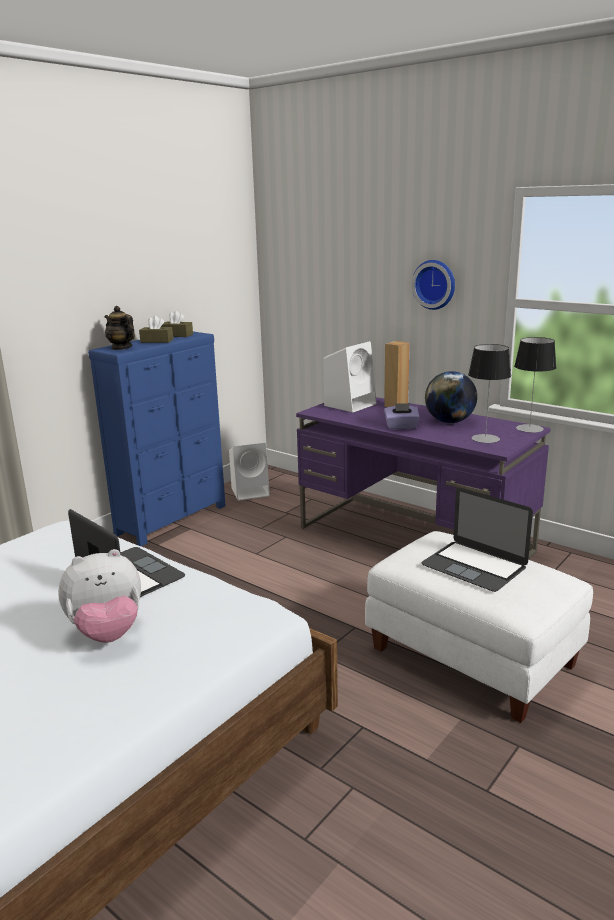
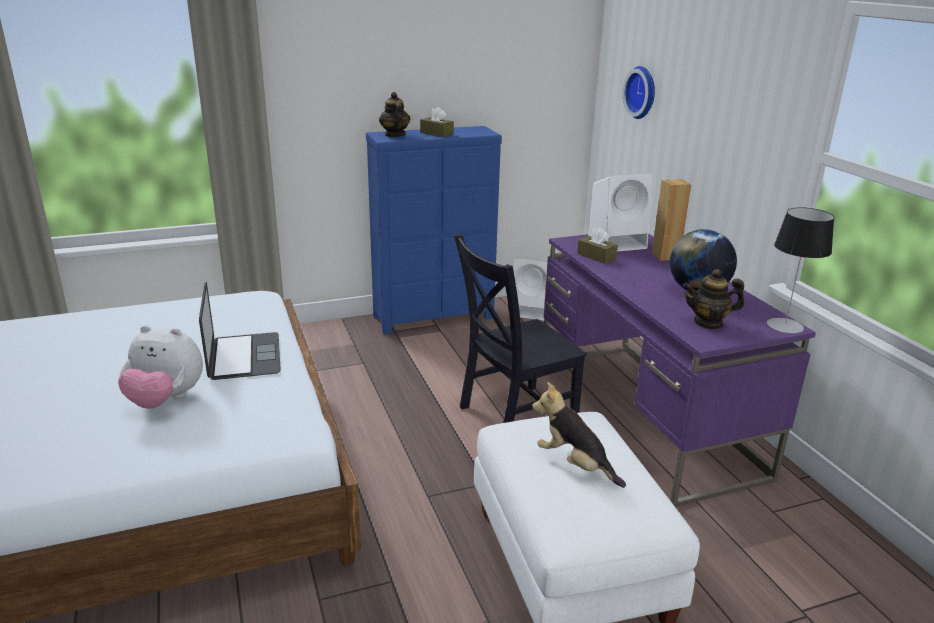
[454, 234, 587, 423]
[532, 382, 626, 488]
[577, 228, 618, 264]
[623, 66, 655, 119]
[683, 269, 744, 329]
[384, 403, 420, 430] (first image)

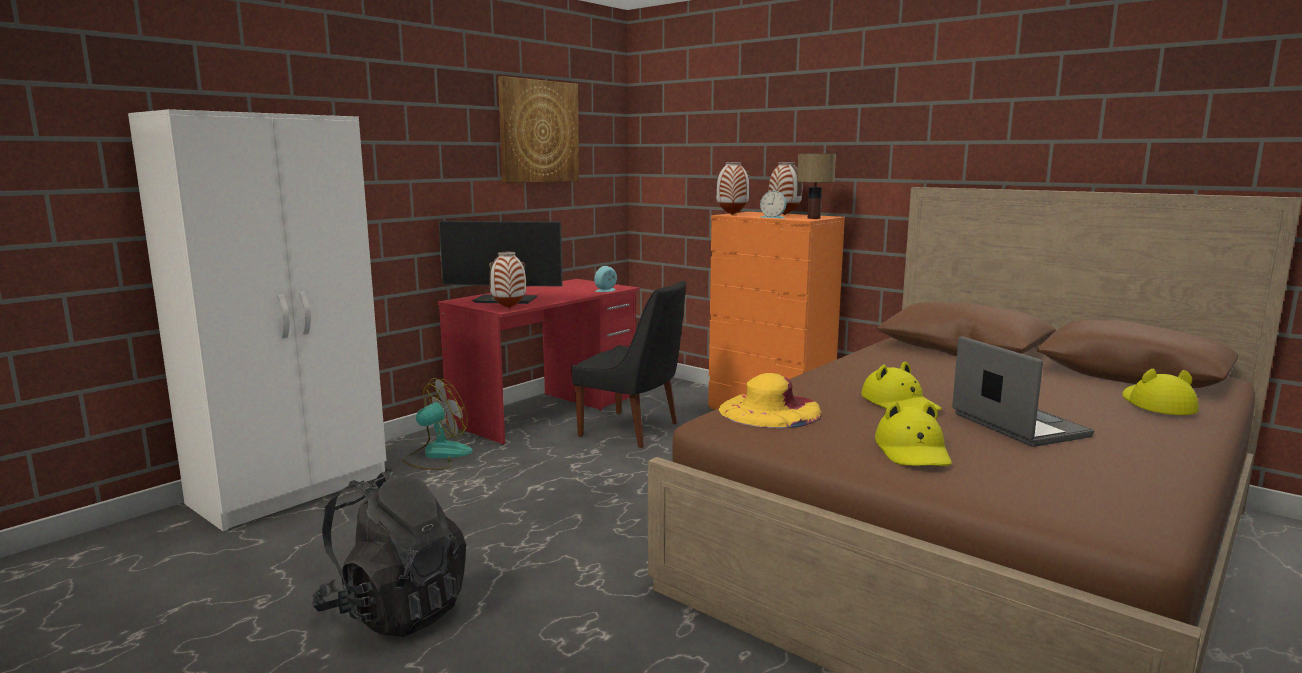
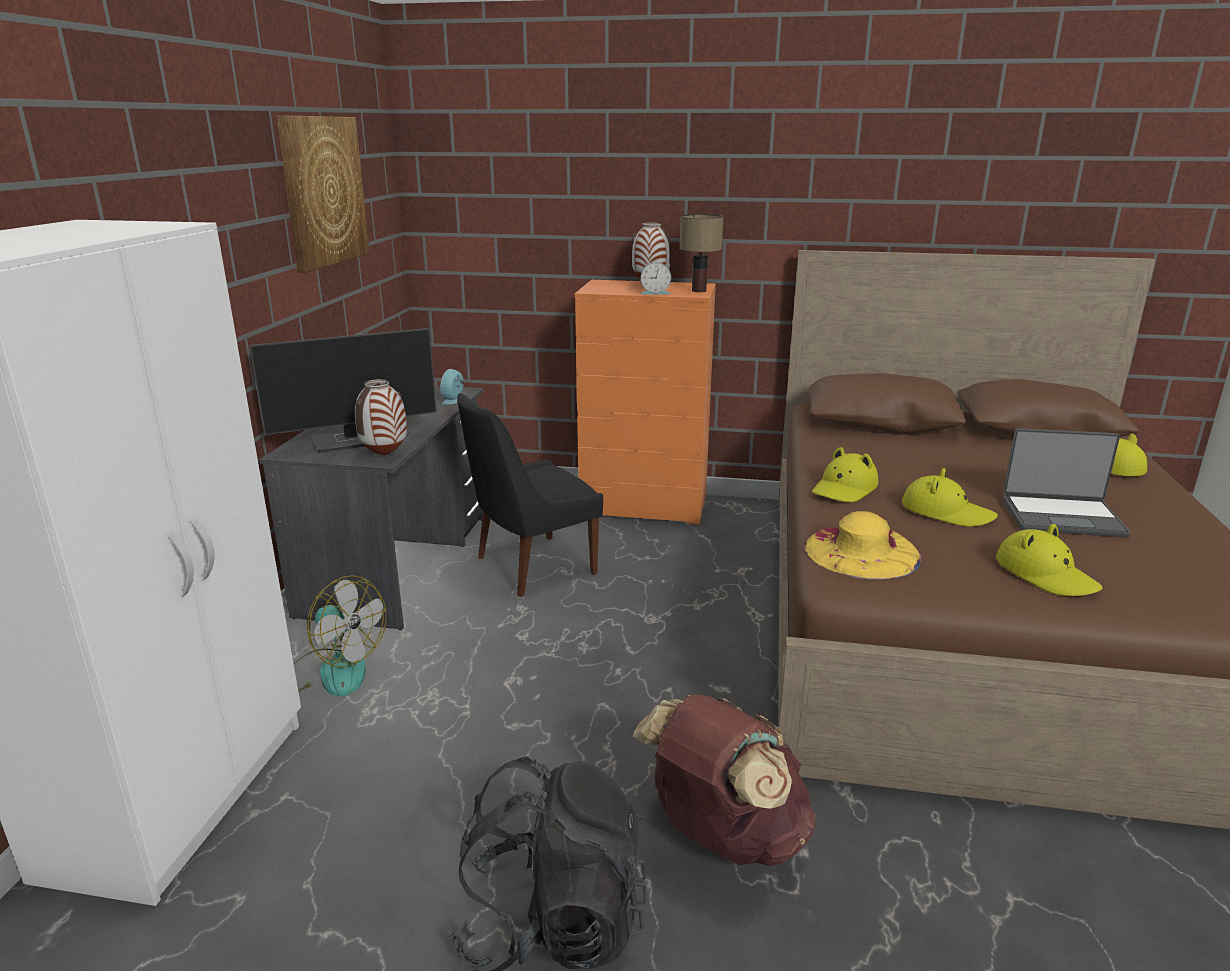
[259, 386, 484, 630]
[293, 575, 386, 696]
[457, 393, 603, 597]
[633, 694, 816, 866]
[812, 447, 878, 502]
[1003, 428, 1131, 537]
[716, 162, 750, 215] (first image)

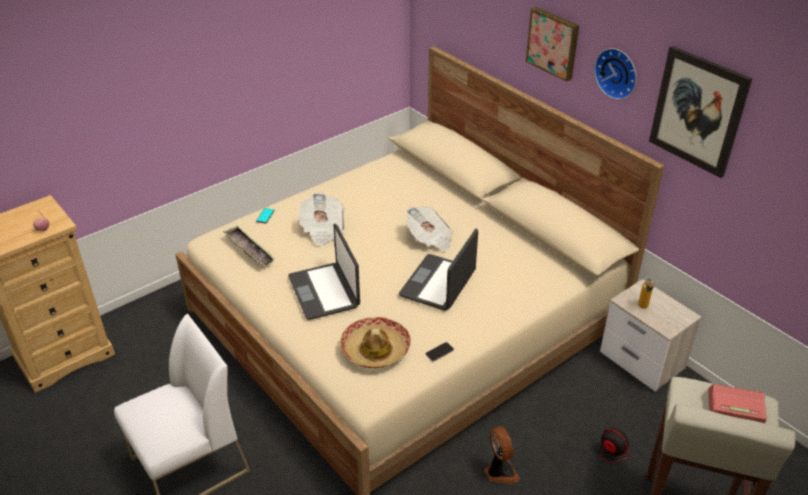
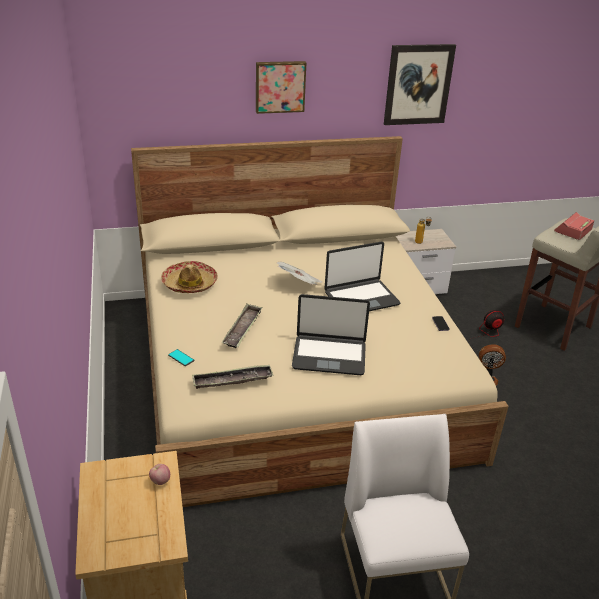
[161, 261, 218, 293]
[222, 303, 262, 348]
[324, 242, 400, 311]
[594, 48, 637, 100] (first image)

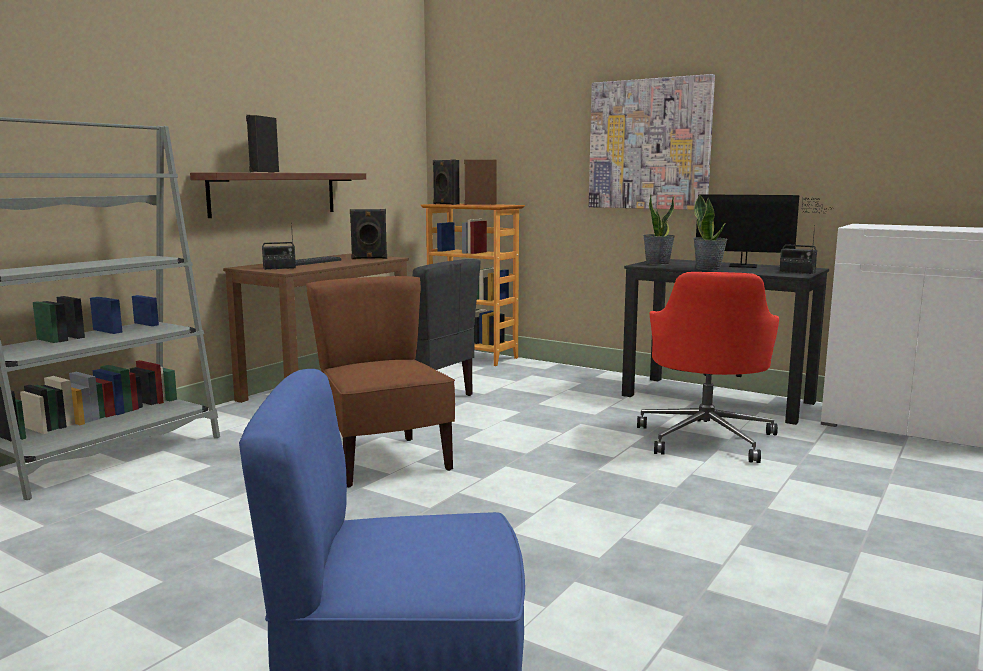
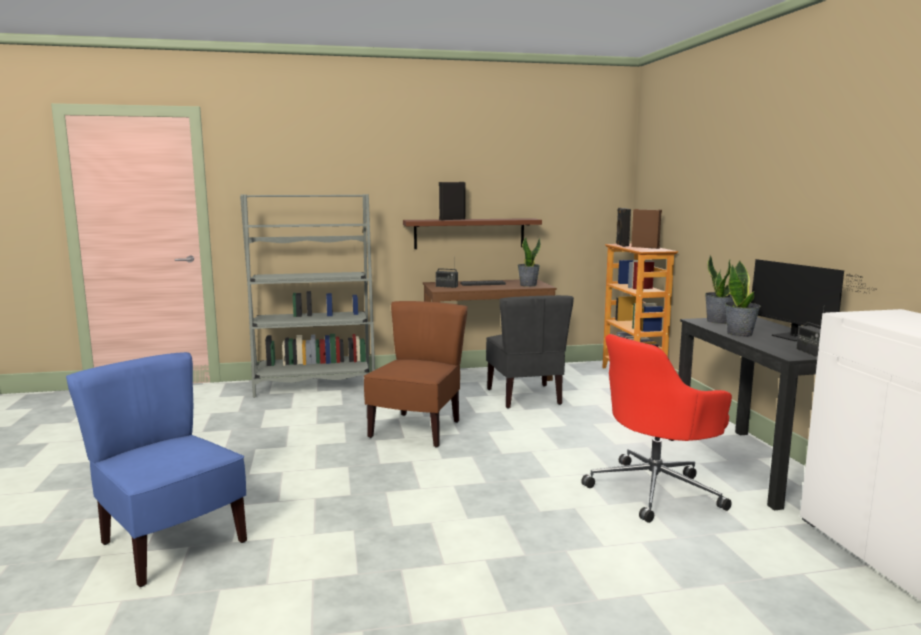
[518, 236, 541, 287]
[589, 74, 715, 210] (first image)

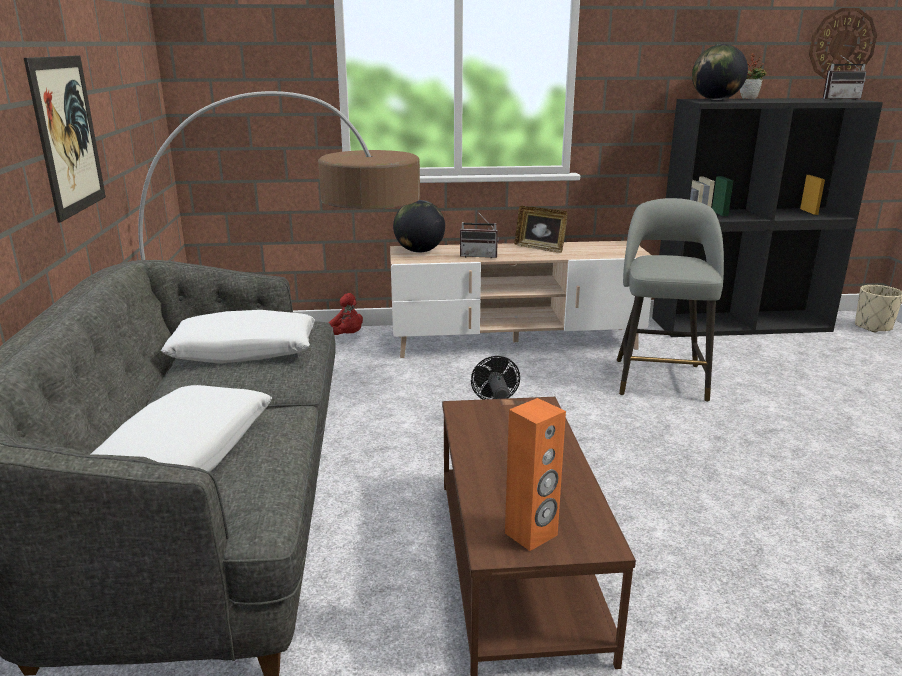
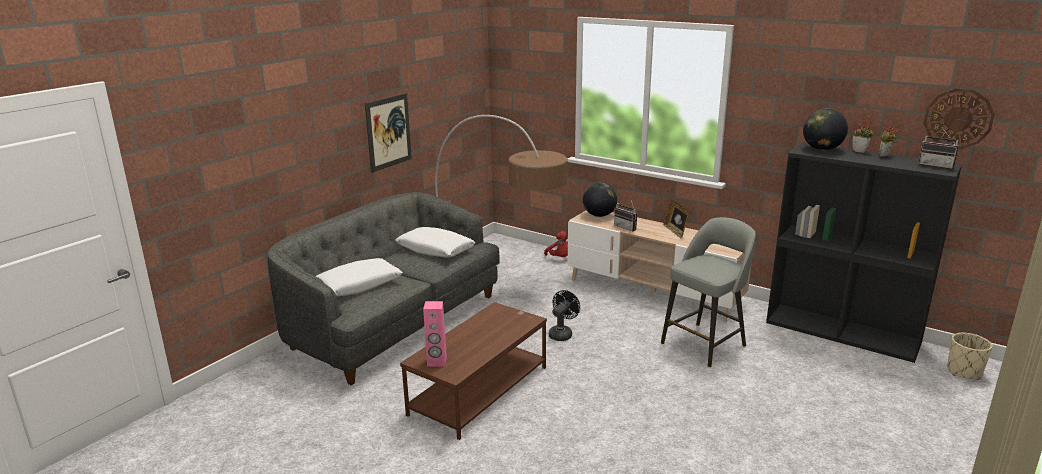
[423, 301, 447, 366]
[879, 122, 899, 156]

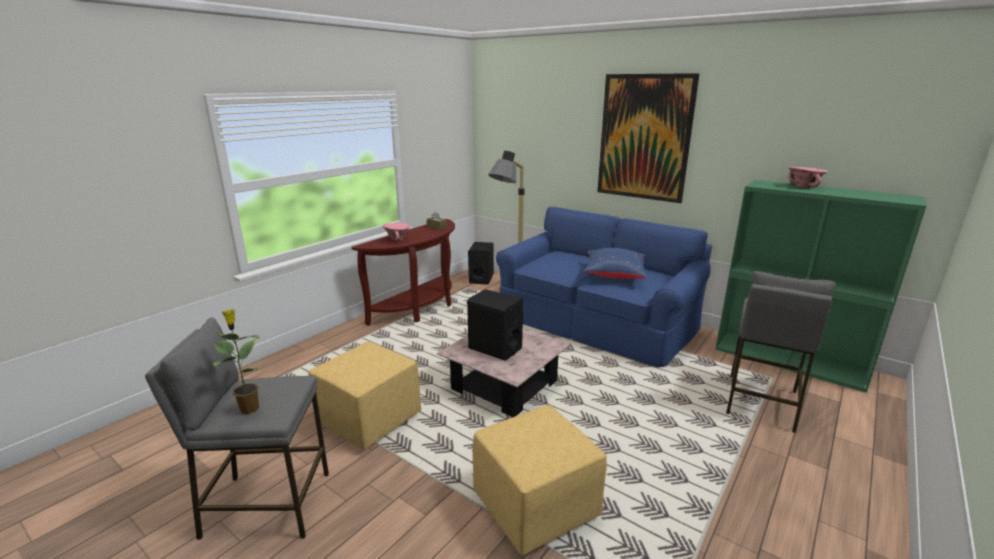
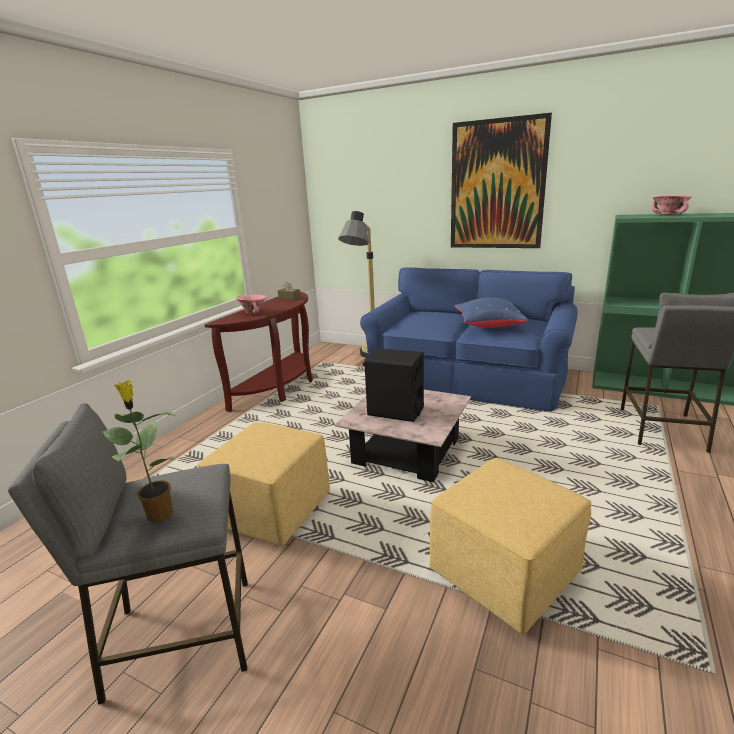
[468, 242, 494, 285] (first image)

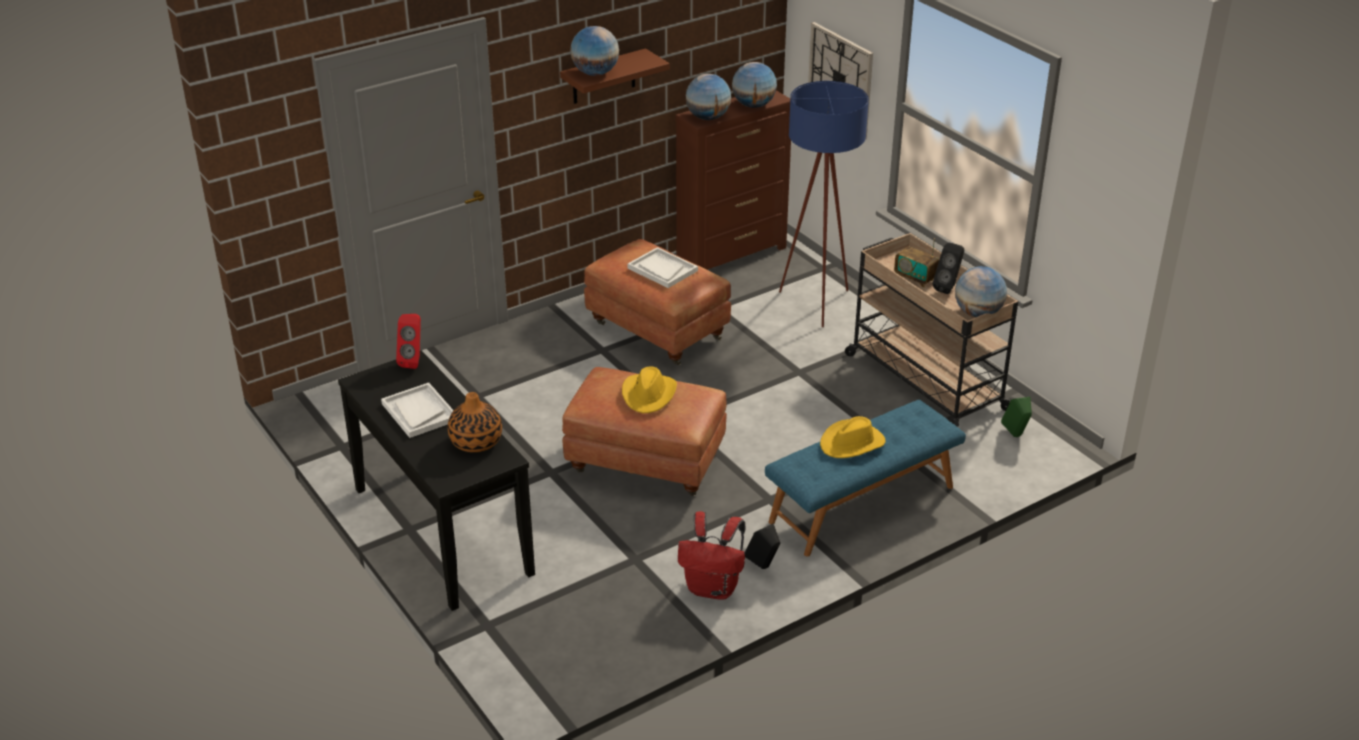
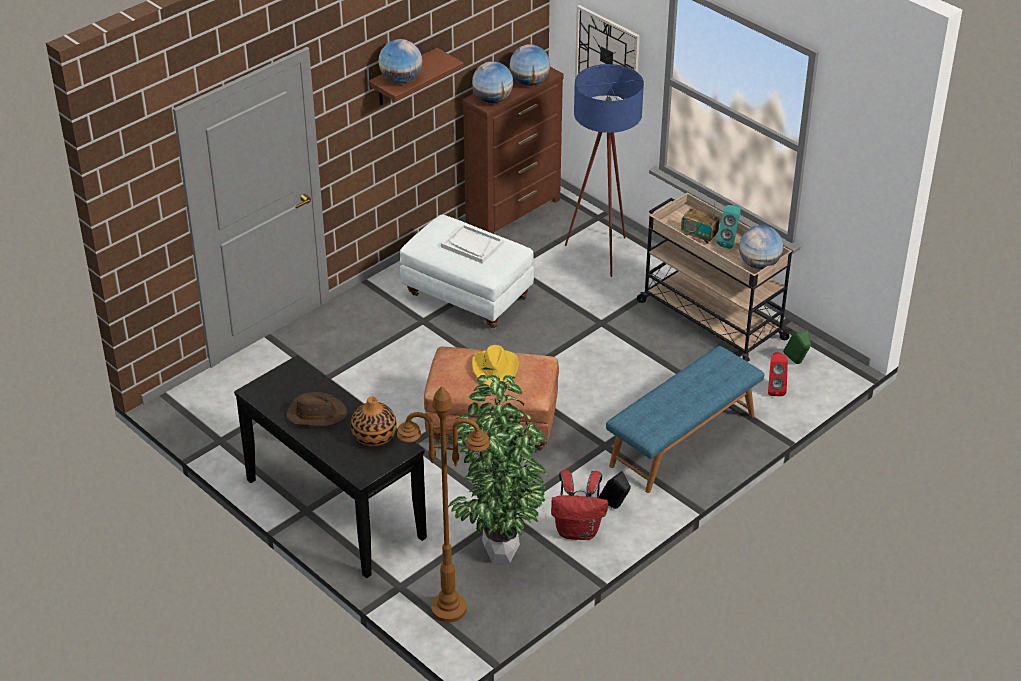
[286, 392, 347, 426]
[397, 386, 490, 623]
[400, 215, 534, 329]
[448, 367, 547, 563]
[716, 205, 741, 249]
[768, 352, 788, 396]
[820, 416, 885, 458] (first image)

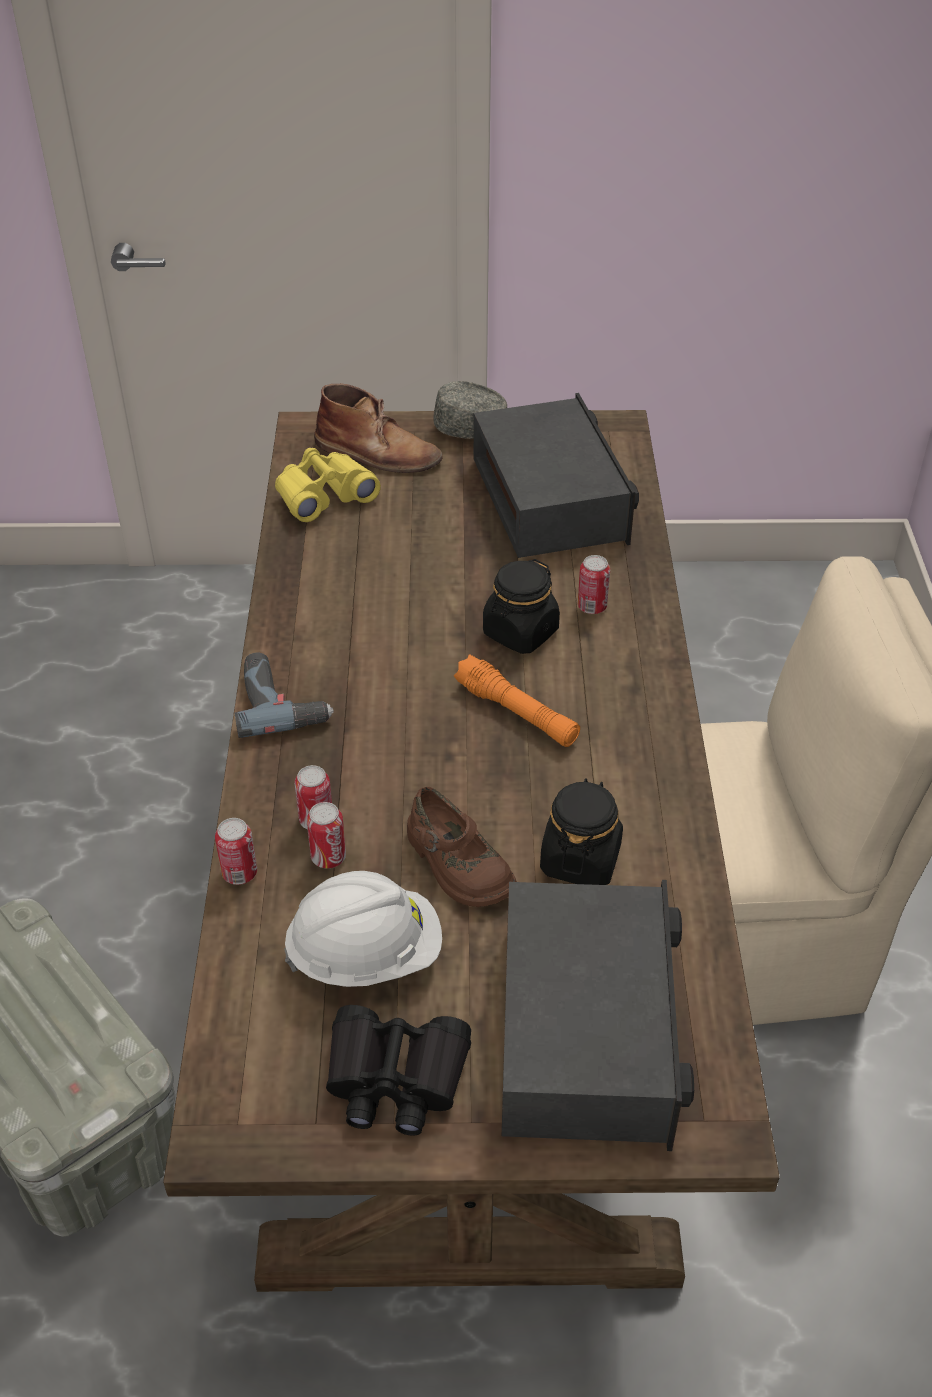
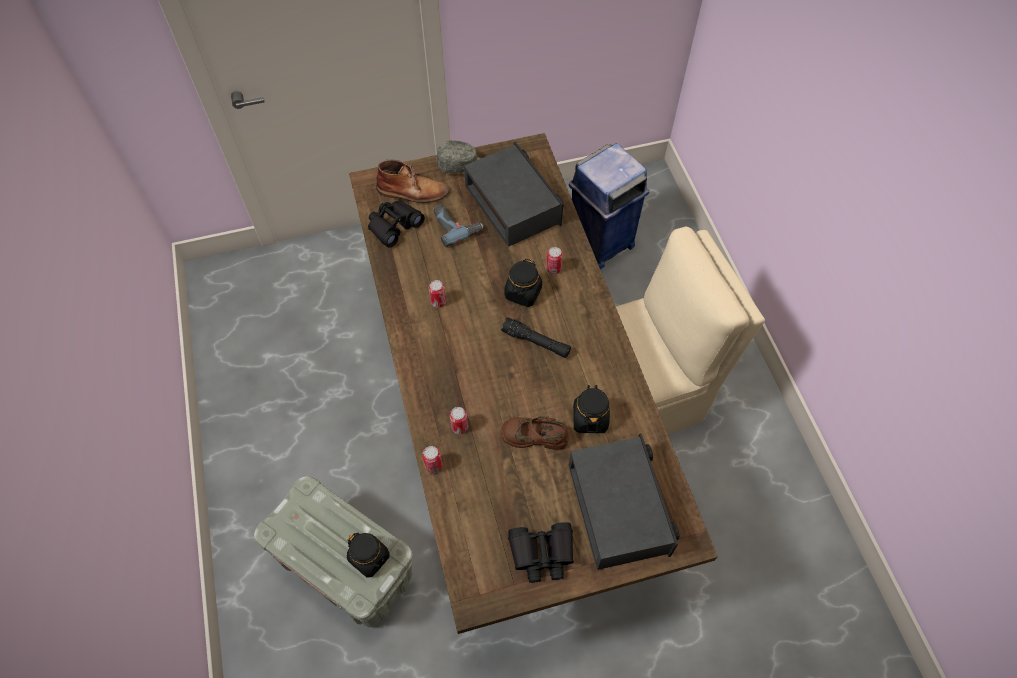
[347, 533, 389, 577]
[368, 200, 425, 247]
[429, 280, 446, 308]
[433, 204, 483, 247]
[500, 416, 569, 450]
[501, 317, 571, 358]
[569, 143, 649, 269]
[284, 871, 442, 987] (first image)

